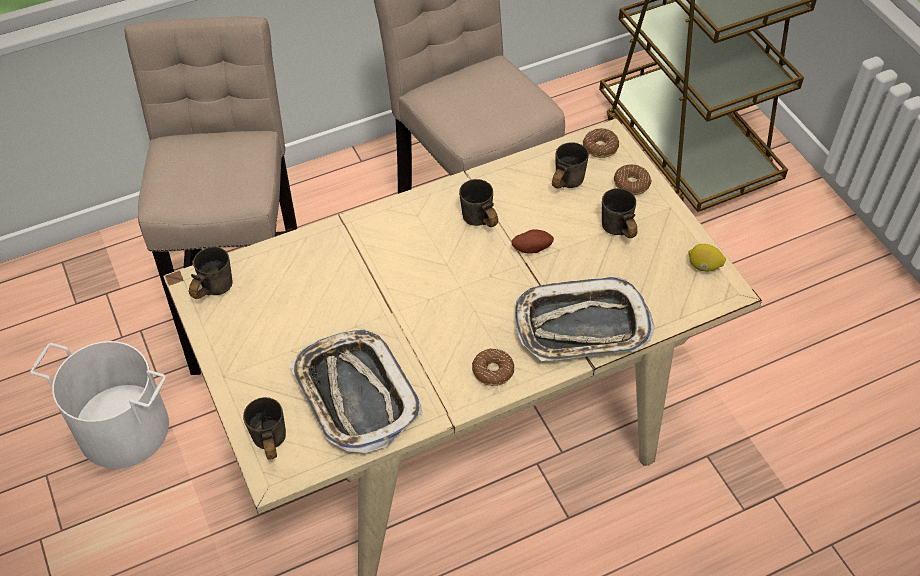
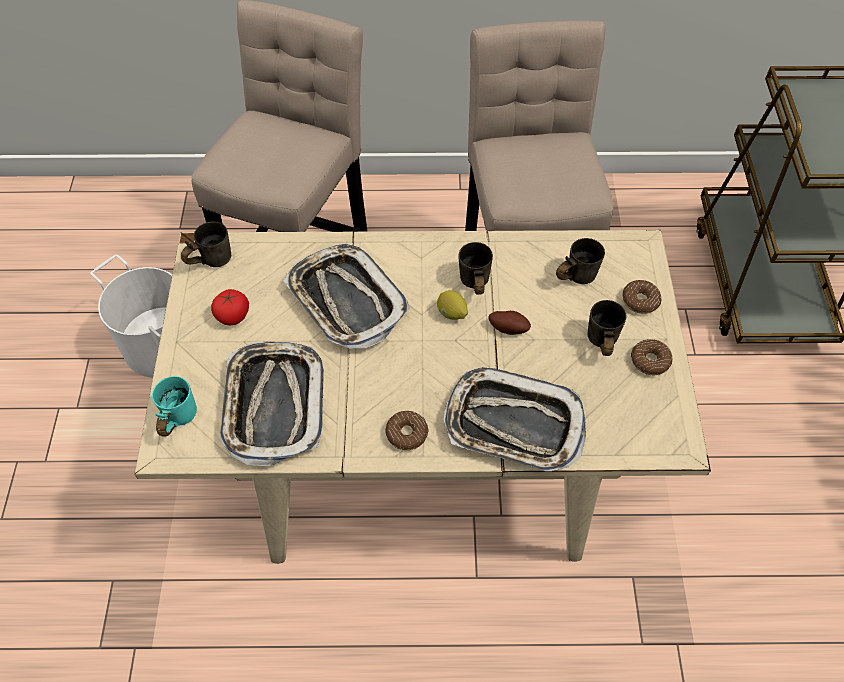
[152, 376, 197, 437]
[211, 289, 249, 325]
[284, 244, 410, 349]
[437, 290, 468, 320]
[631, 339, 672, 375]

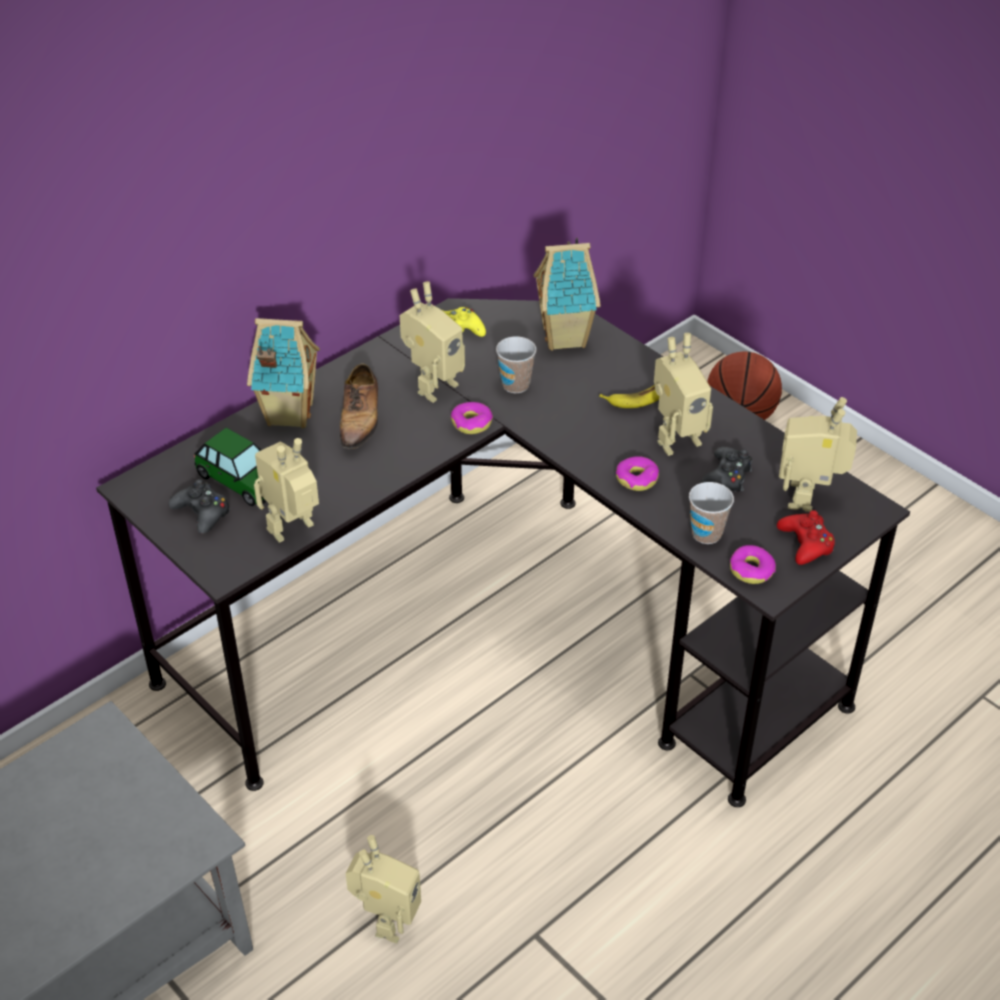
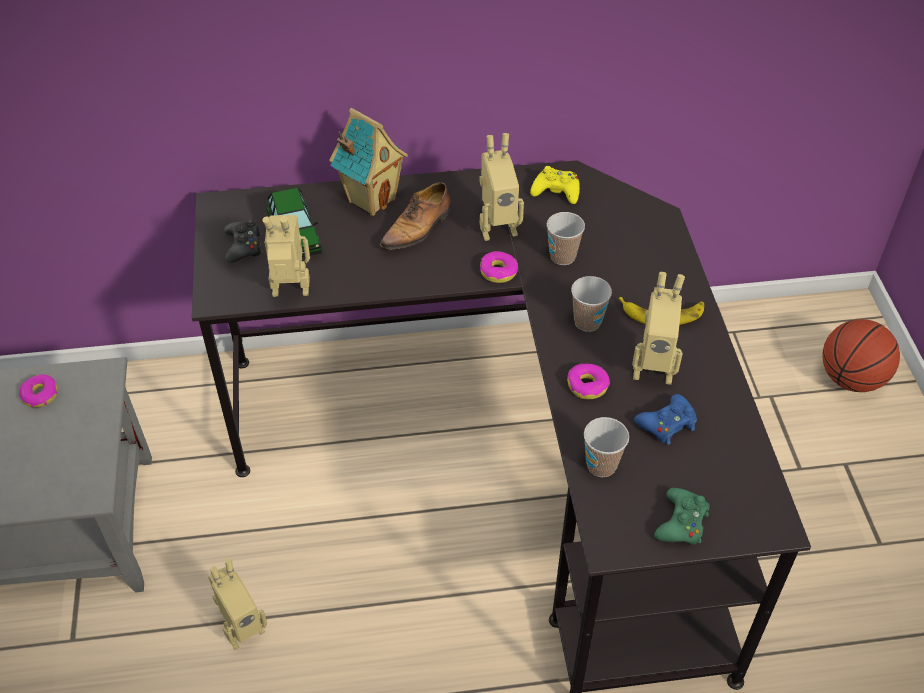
[19, 374, 58, 408]
[571, 276, 612, 332]
[634, 394, 697, 445]
[654, 488, 709, 544]
[534, 237, 601, 351] (first image)
[779, 397, 857, 512] (first image)

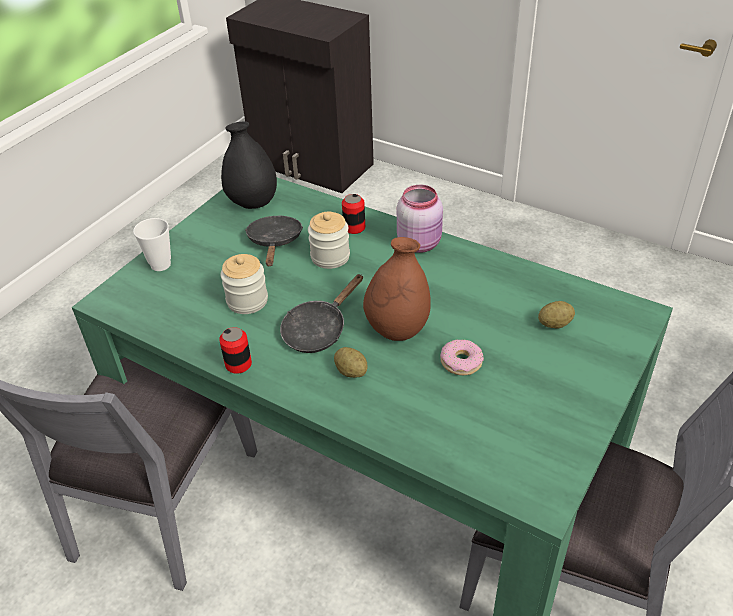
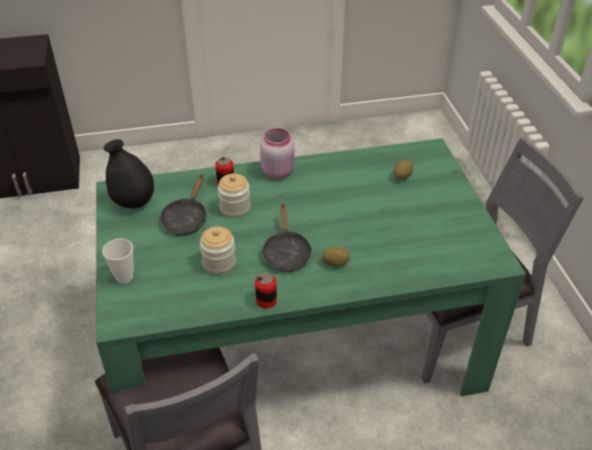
[160, 174, 206, 236]
[363, 237, 431, 341] (first image)
[440, 339, 484, 375] (first image)

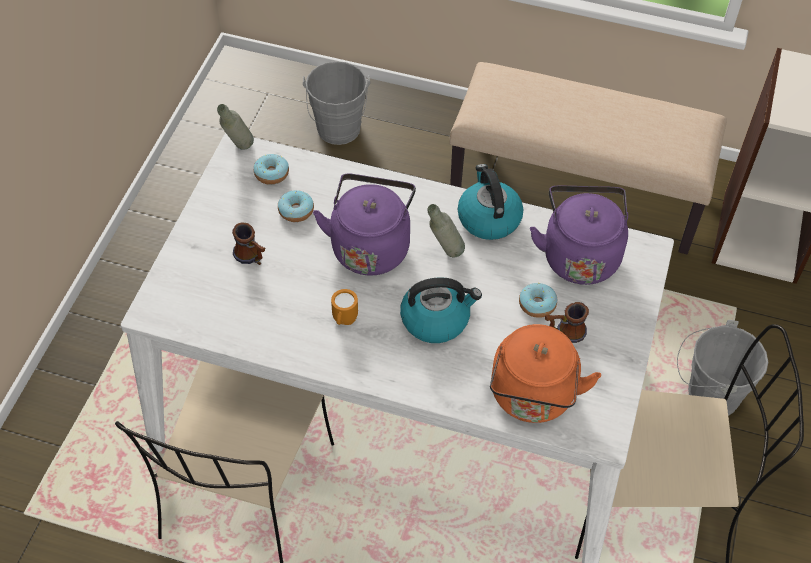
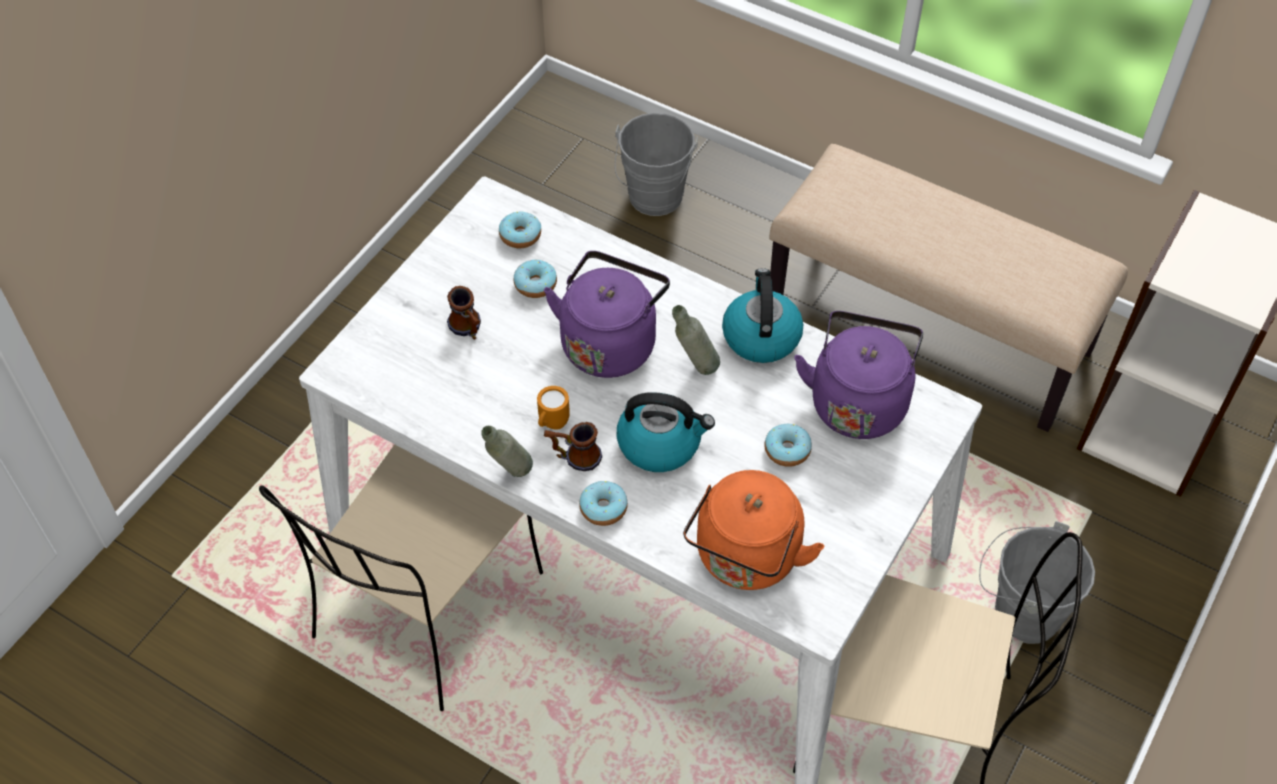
[481, 426, 533, 477]
[544, 422, 602, 471]
[579, 481, 628, 526]

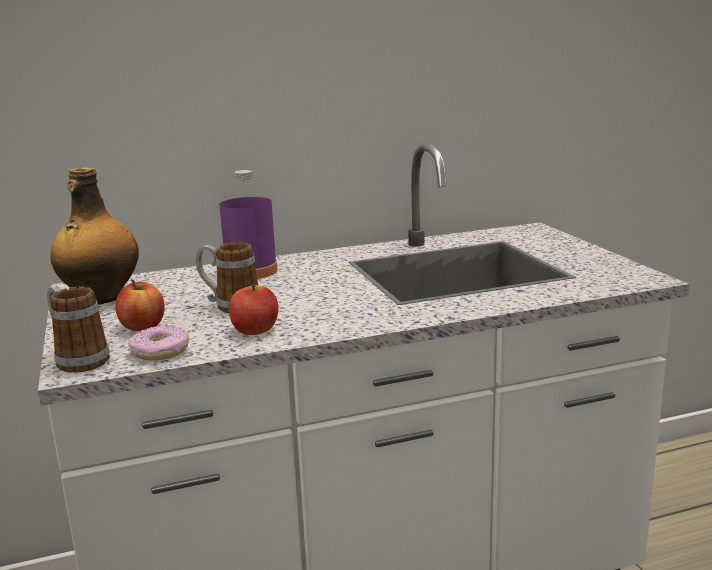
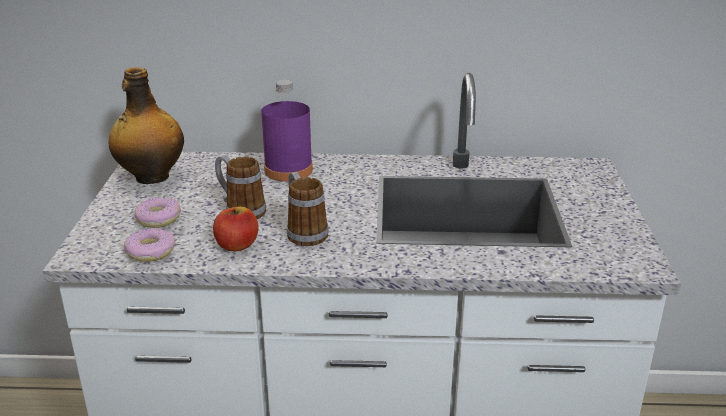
[134, 197, 181, 228]
[287, 172, 329, 246]

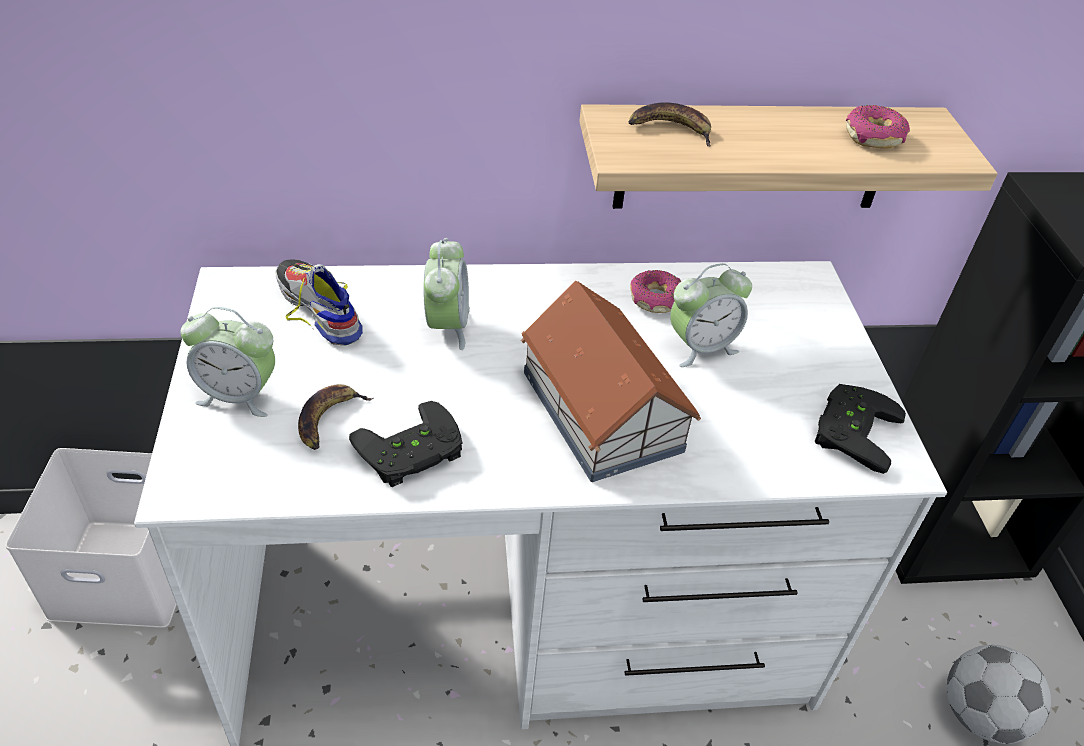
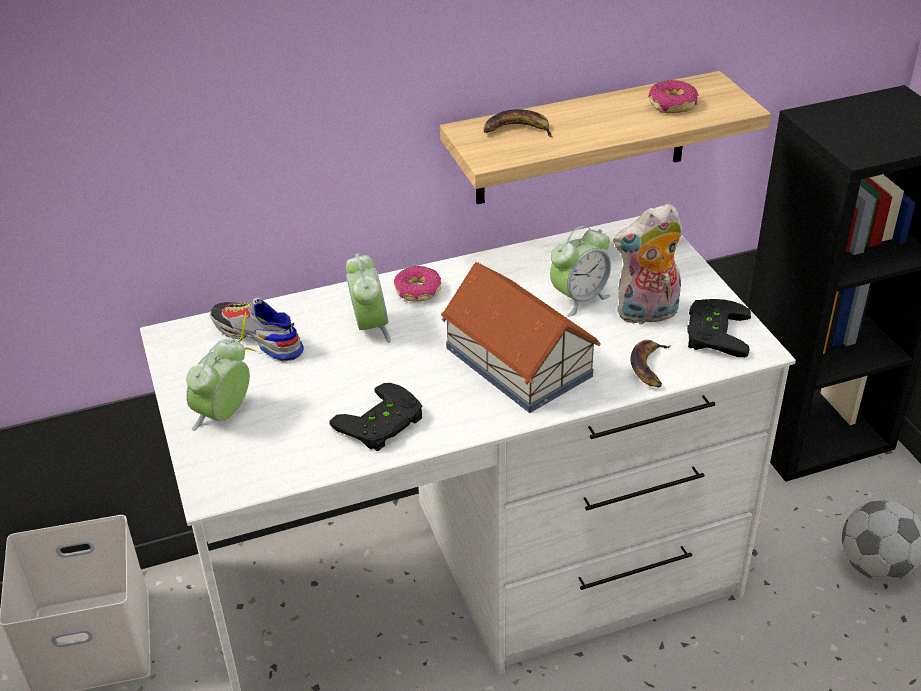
[186, 338, 250, 431]
[394, 266, 441, 302]
[613, 203, 683, 325]
[630, 340, 671, 388]

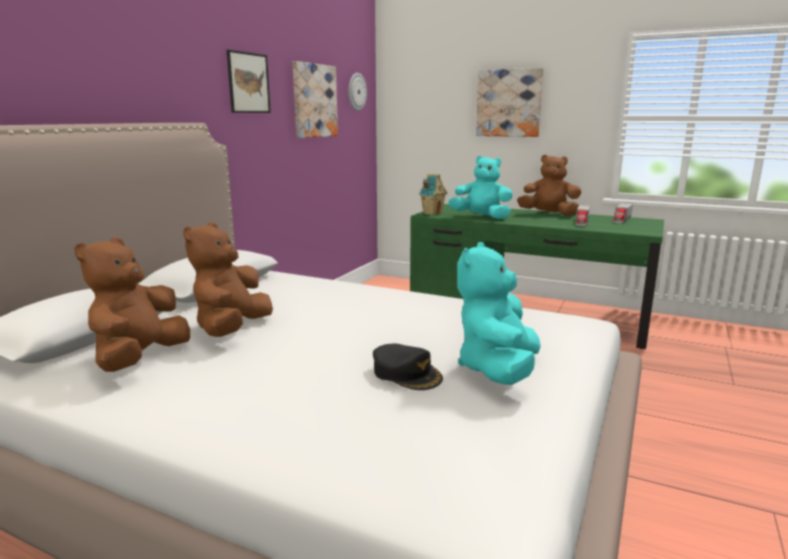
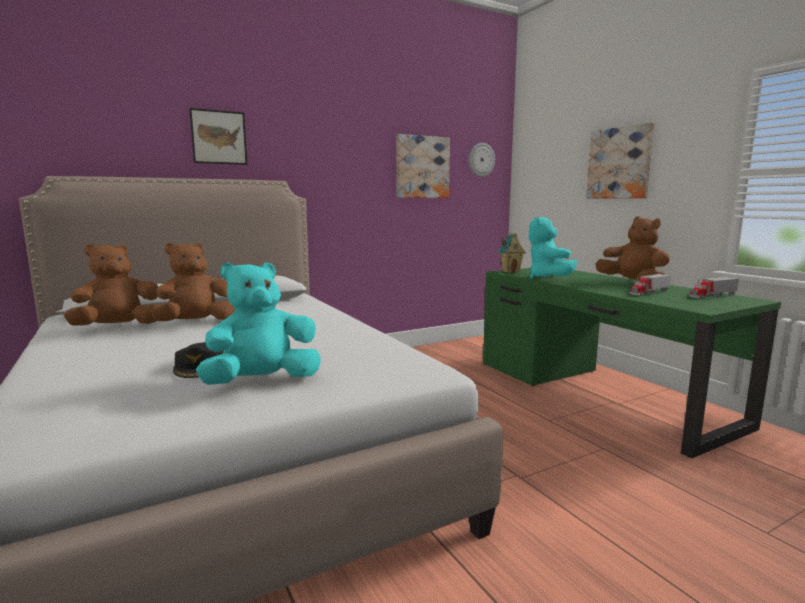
[189, 108, 247, 165]
[529, 217, 577, 279]

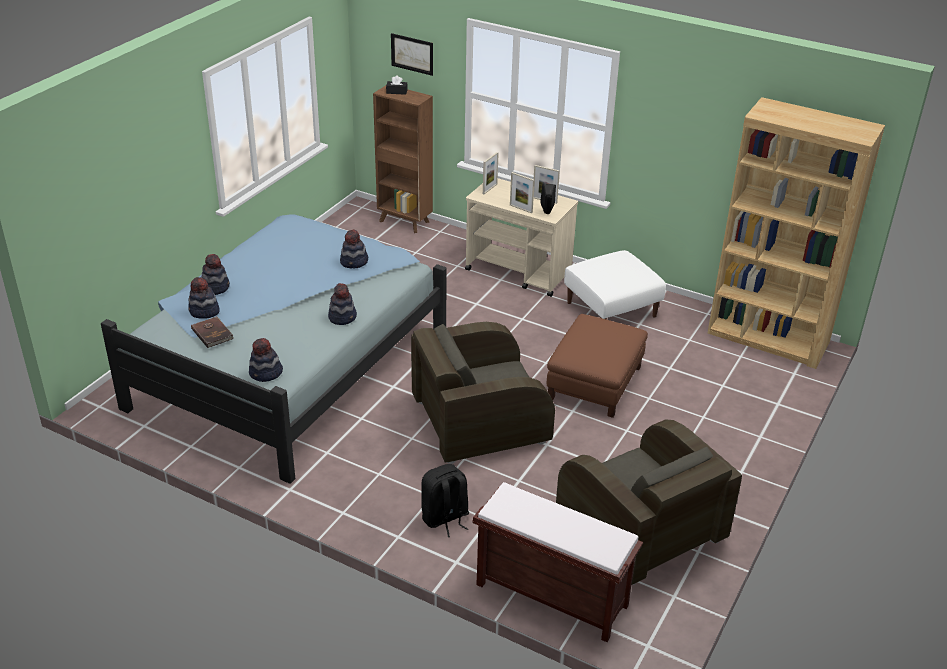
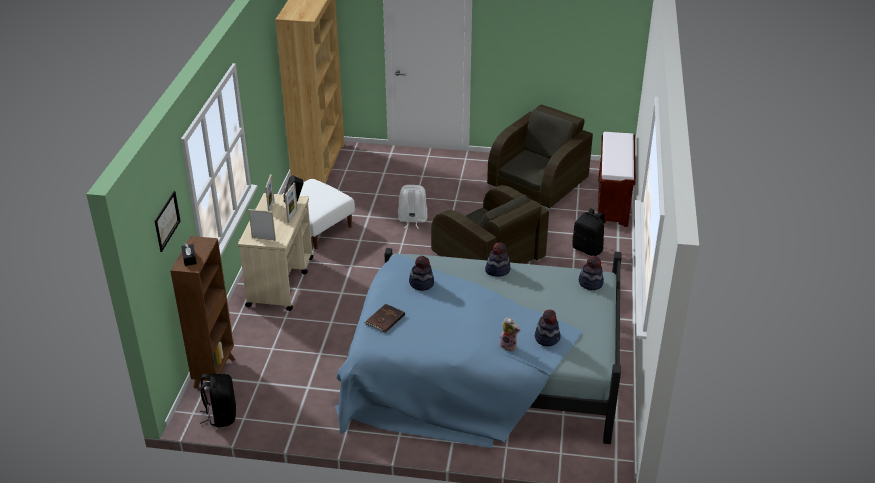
[200, 374, 236, 427]
[364, 304, 405, 333]
[398, 185, 427, 229]
[499, 317, 520, 352]

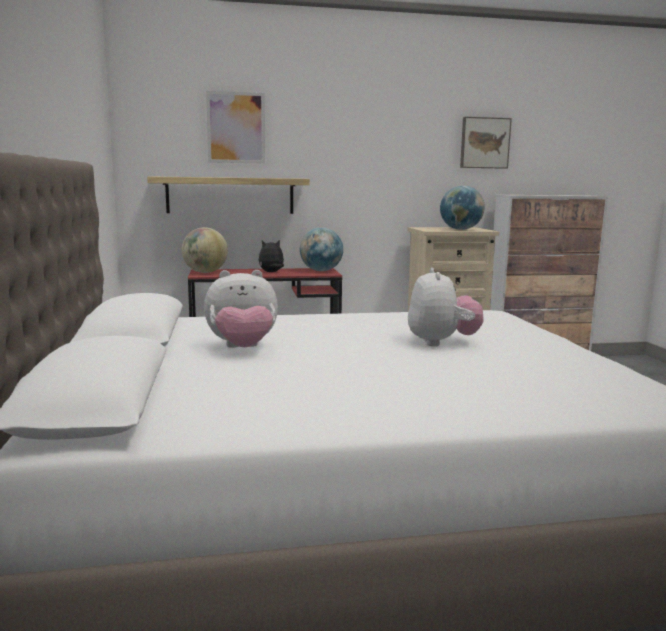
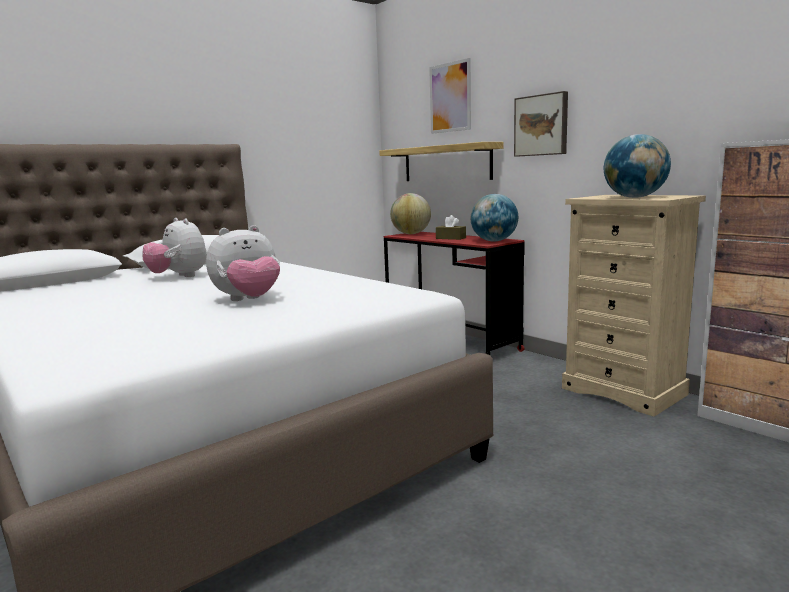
[436, 215, 466, 240]
[514, 91, 568, 157]

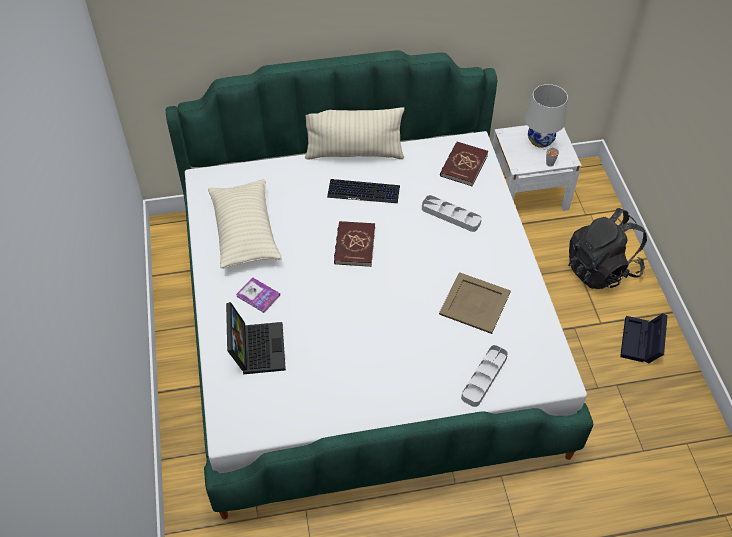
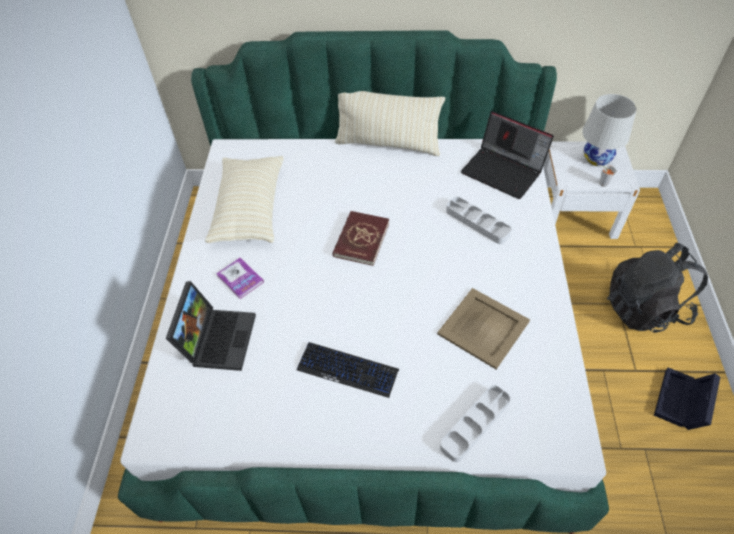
[297, 342, 399, 398]
[461, 111, 554, 199]

